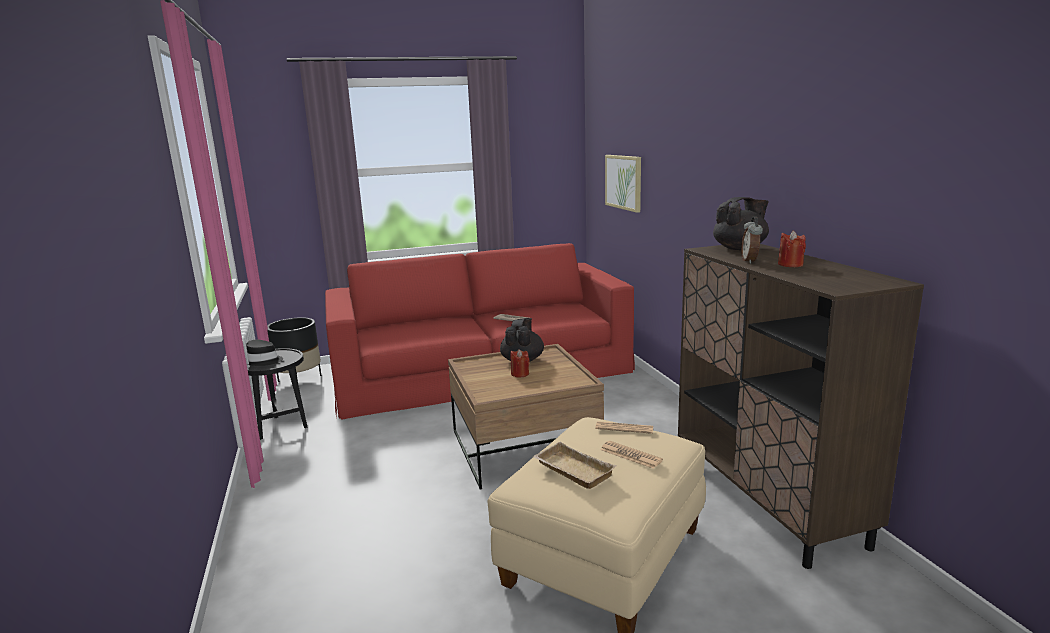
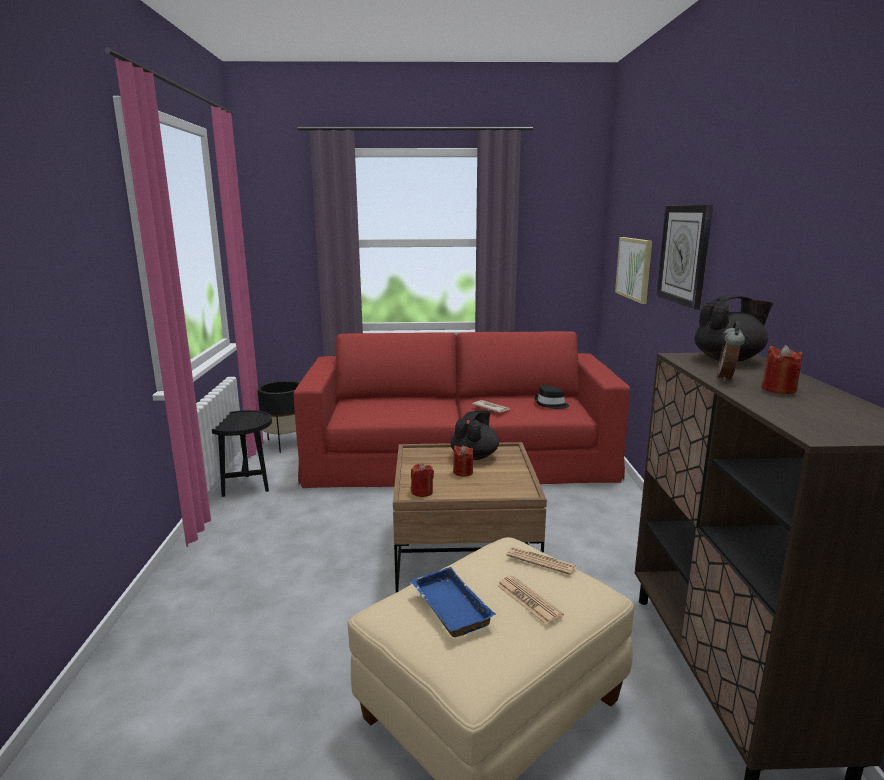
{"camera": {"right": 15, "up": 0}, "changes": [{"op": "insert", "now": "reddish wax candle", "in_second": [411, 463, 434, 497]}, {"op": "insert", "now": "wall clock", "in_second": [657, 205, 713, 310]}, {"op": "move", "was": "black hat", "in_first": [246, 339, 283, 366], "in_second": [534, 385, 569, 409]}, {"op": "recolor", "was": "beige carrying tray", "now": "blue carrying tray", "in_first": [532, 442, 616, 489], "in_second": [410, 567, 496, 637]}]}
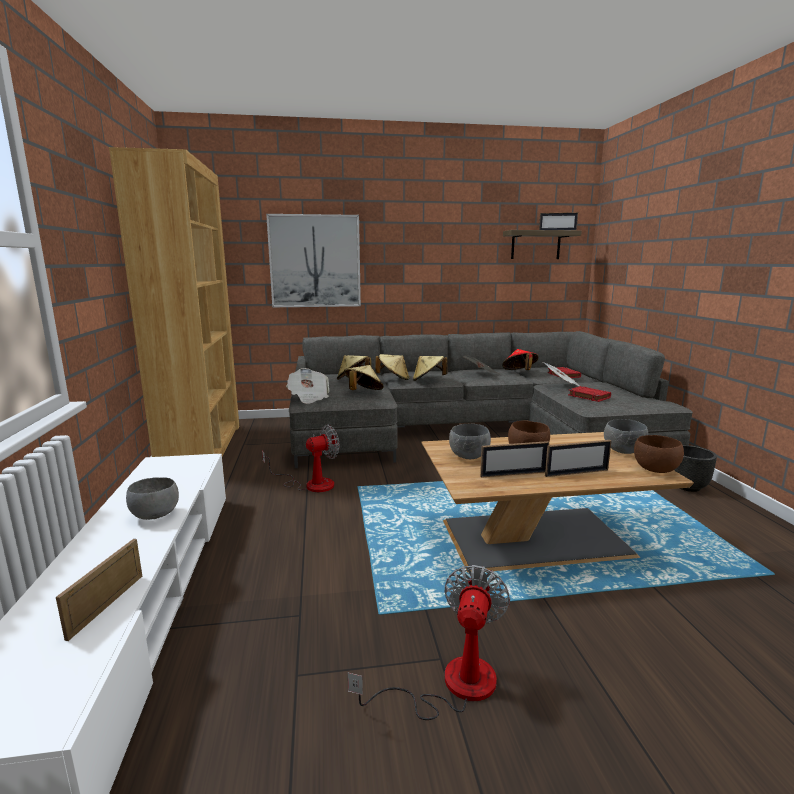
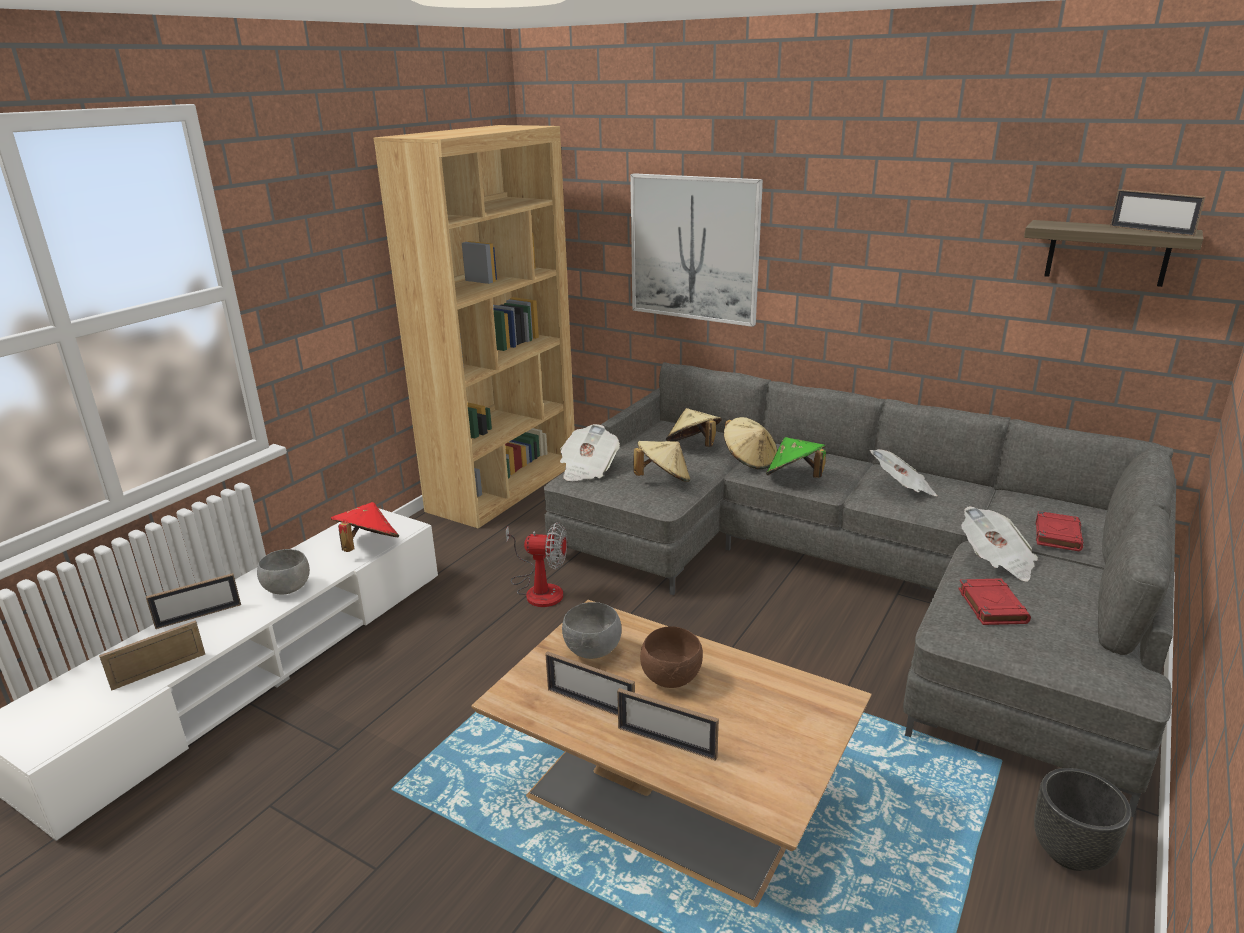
{"camera": {"right": 40, "up": 10}, "changes": [{"op": "delete", "was": "cooling fan", "in_first": [348, 565, 510, 720]}, {"op": "delete", "was": "greyish serving bowl", "in_first": [604, 419, 648, 454]}, {"op": "delete", "was": "brown-coloured serving bowl", "in_first": [634, 435, 684, 473]}, {"op": "insert", "now": "standing frame", "in_second": [146, 573, 241, 629]}, {"op": "move", "was": "reddish hat", "in_first": [502, 349, 538, 370], "in_second": [330, 502, 399, 552]}, {"op": "recolor", "was": "beige hat", "now": "green-coloured hat", "in_first": [413, 356, 448, 381], "in_second": [766, 437, 826, 478]}]}
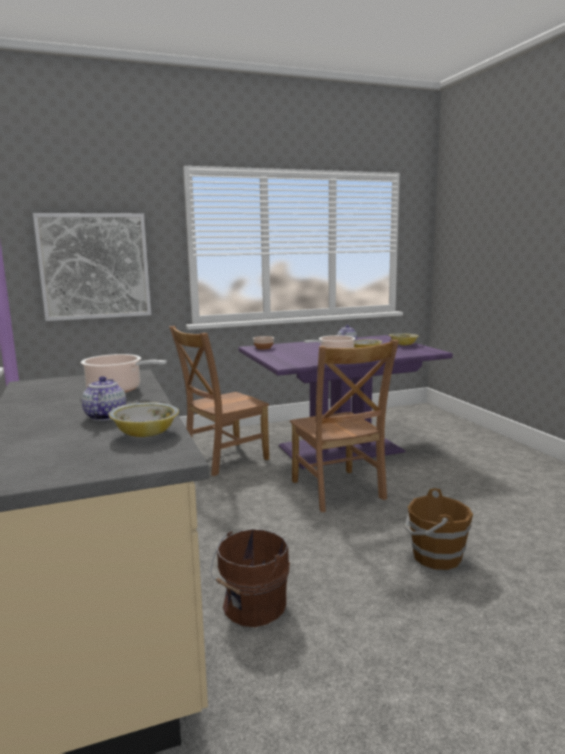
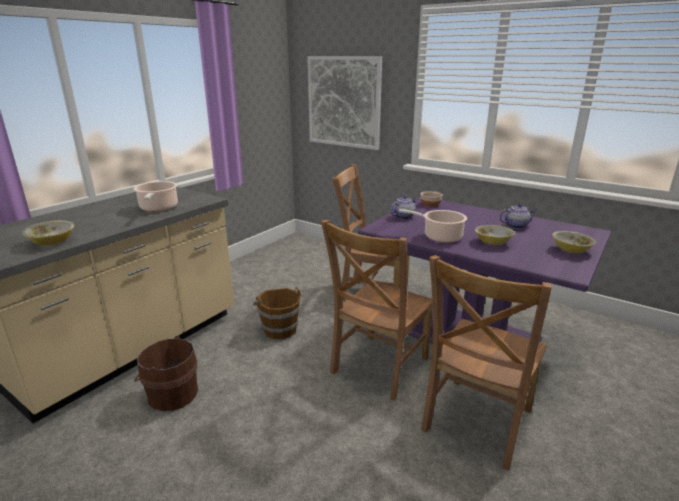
{"camera": {"right": 55, "up": 10}, "changes": [{"op": "insert", "now": "brown-coloured plain chair", "in_second": [421, 255, 552, 470]}, {"op": "move", "was": "tea pot", "in_first": [81, 376, 126, 421], "in_second": [390, 196, 417, 220]}, {"op": "move", "was": "brown-coloured water bucket", "in_first": [405, 488, 473, 570], "in_second": [253, 287, 301, 339]}]}
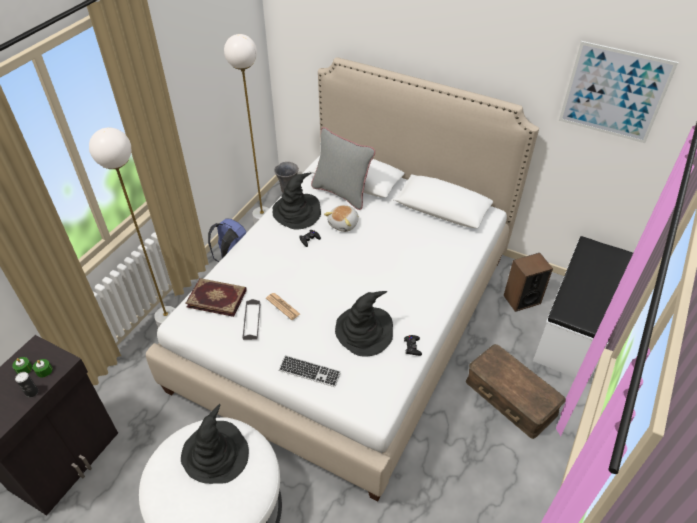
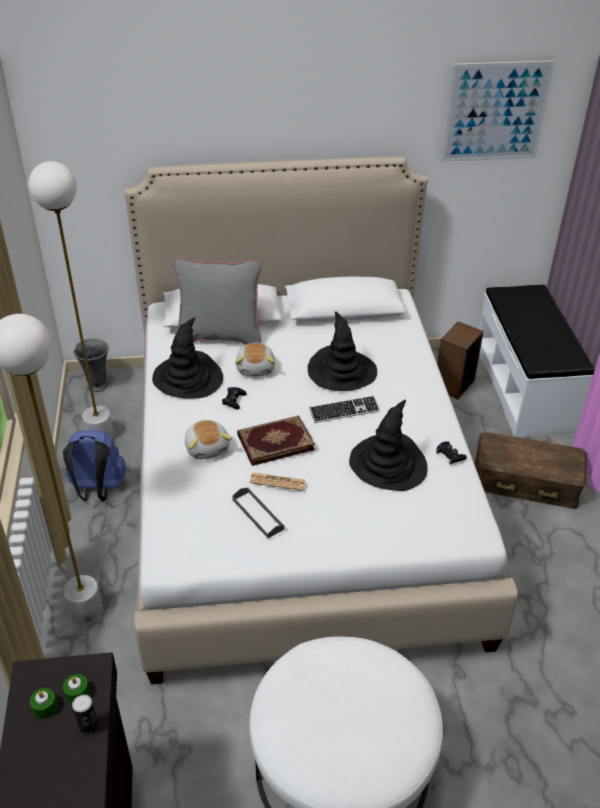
{"camera": {"right": -35, "up": -5}, "changes": [{"op": "insert", "now": "cuddly toy", "in_second": [185, 420, 232, 459]}, {"op": "move", "was": "black hat", "in_first": [181, 404, 249, 484], "in_second": [308, 311, 377, 391]}, {"op": "move", "was": "bound book", "in_first": [185, 278, 247, 317], "in_second": [237, 415, 315, 466]}, {"op": "move", "was": "computer keyboard", "in_first": [279, 355, 341, 387], "in_second": [309, 395, 380, 423]}]}
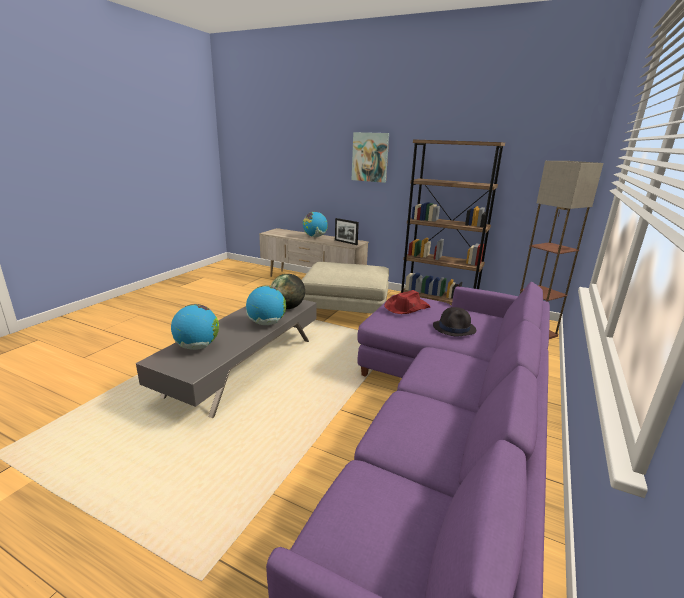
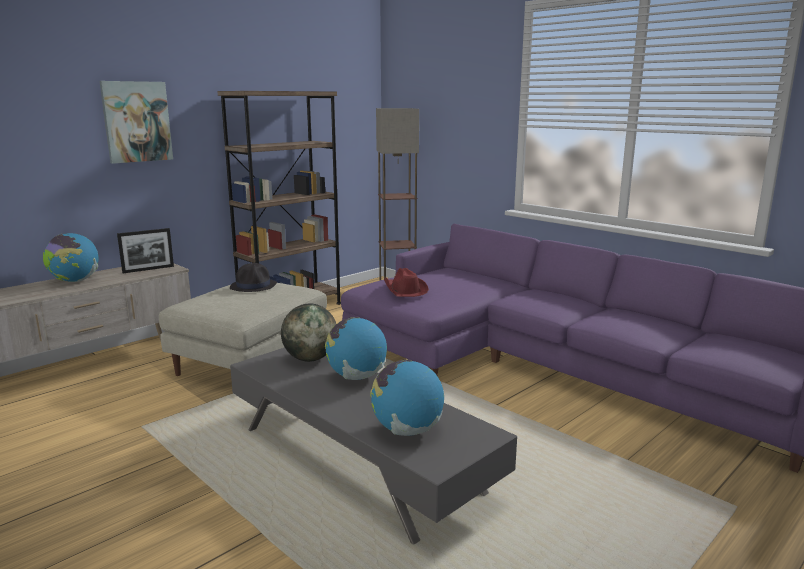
{"camera": {"right": -70, "up": -5}, "changes": [{"op": "move", "was": "black hat", "in_first": [433, 307, 476, 336], "in_second": [230, 263, 277, 292]}]}
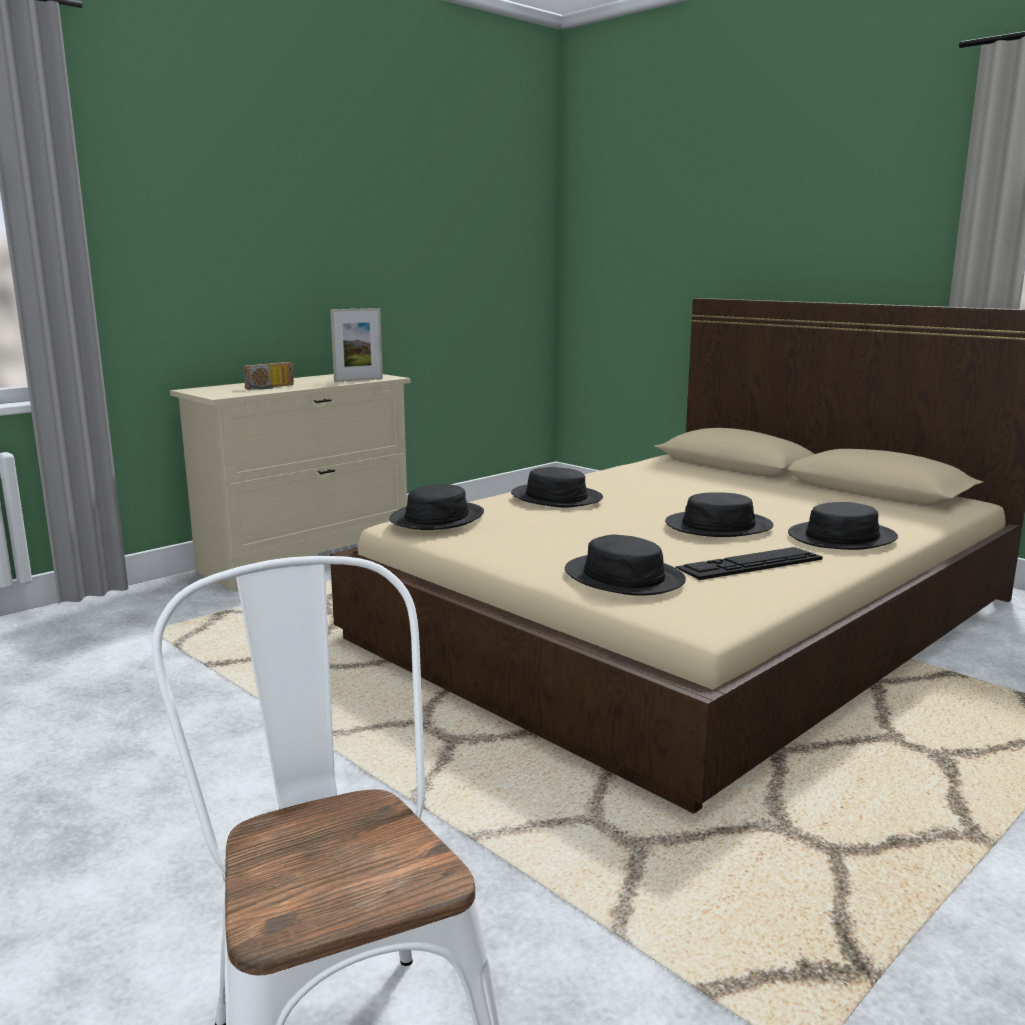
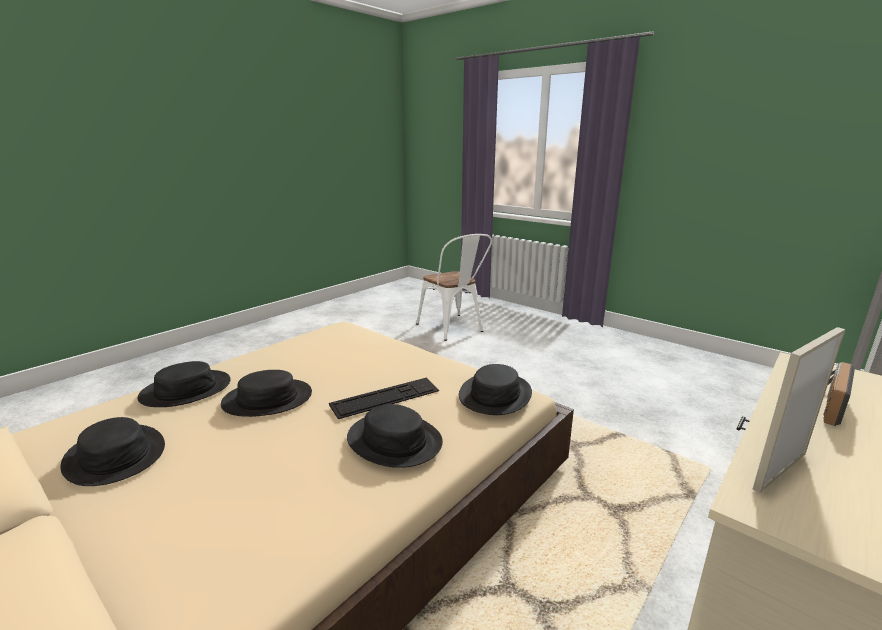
{"camera": {"right": 175, "up": 5}, "changes": [{"op": "move", "was": "black hat", "in_first": [565, 535, 686, 596], "in_second": [60, 417, 165, 486]}, {"op": "move", "was": "computer keyboard", "in_first": [675, 547, 823, 580], "in_second": [329, 378, 439, 419]}]}
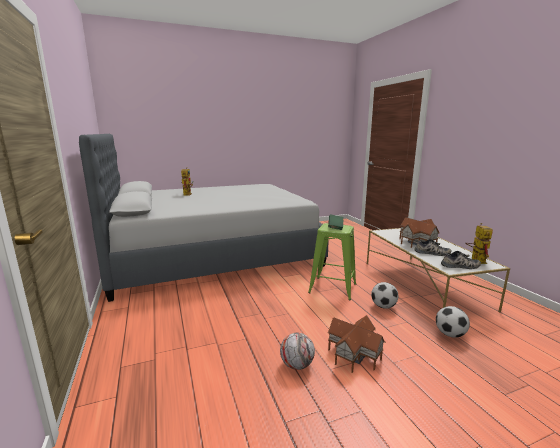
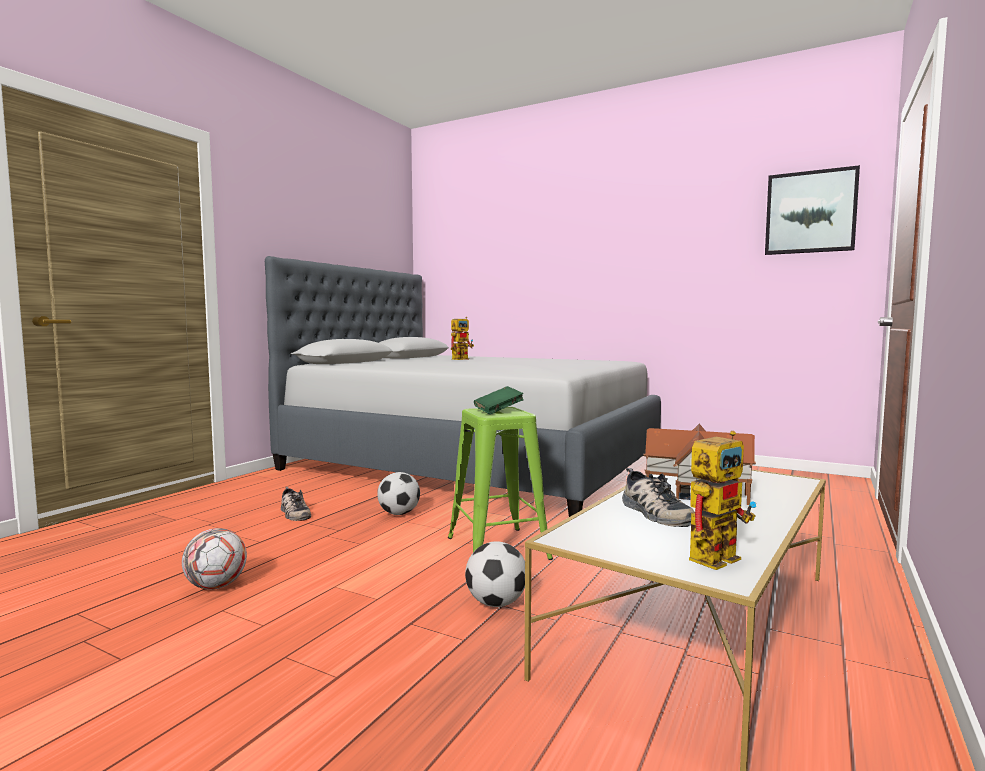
{"camera": {"right": 50, "up": -10}, "changes": [{"op": "delete", "was": "toy house", "in_first": [328, 315, 385, 373]}, {"op": "insert", "now": "wall art", "in_second": [765, 165, 860, 255]}, {"op": "move", "was": "football", "in_first": [436, 306, 470, 338], "in_second": [377, 472, 420, 515]}, {"op": "move", "was": "item of footwear", "in_first": [441, 251, 481, 269], "in_second": [281, 487, 311, 521]}]}
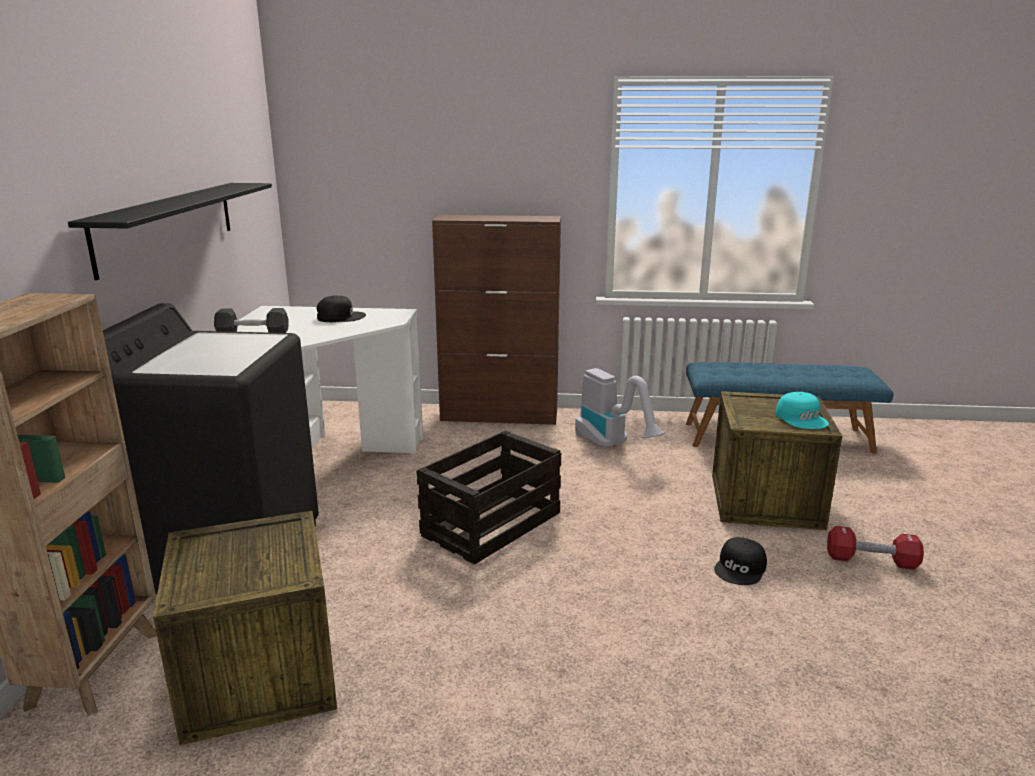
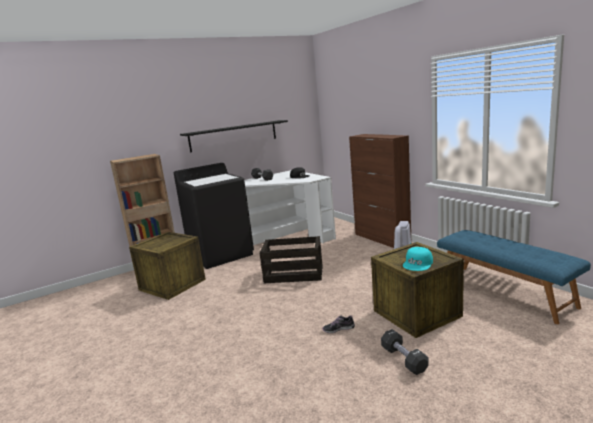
{"camera": {"right": 55, "up": -5}, "changes": [{"op": "replace", "was": "black baseball cap", "now": "item of footwear", "in_first": [714, 537, 767, 585], "in_second": [322, 316, 355, 333]}, {"op": "recolor", "was": "reddish dumbbell", "now": "black dumbbell", "in_first": [827, 526, 924, 570], "in_second": [381, 329, 429, 375]}]}
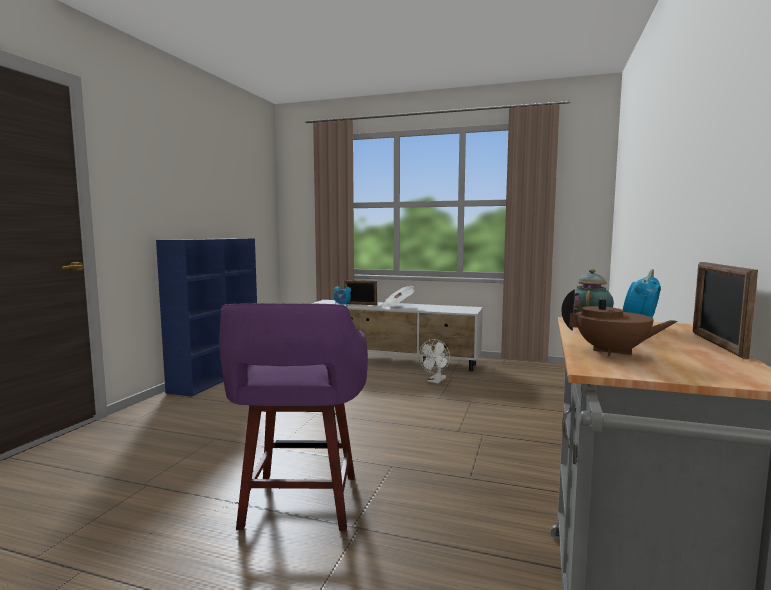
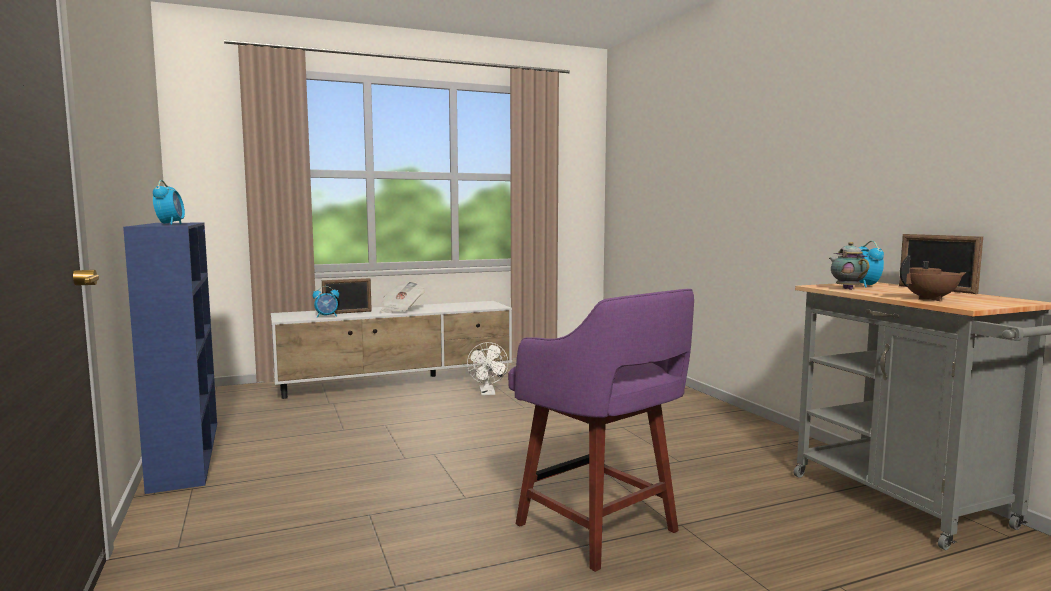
{"camera": {"right": -40, "up": 0}, "changes": [{"op": "insert", "now": "bedside clock", "in_second": [153, 180, 185, 225]}]}
